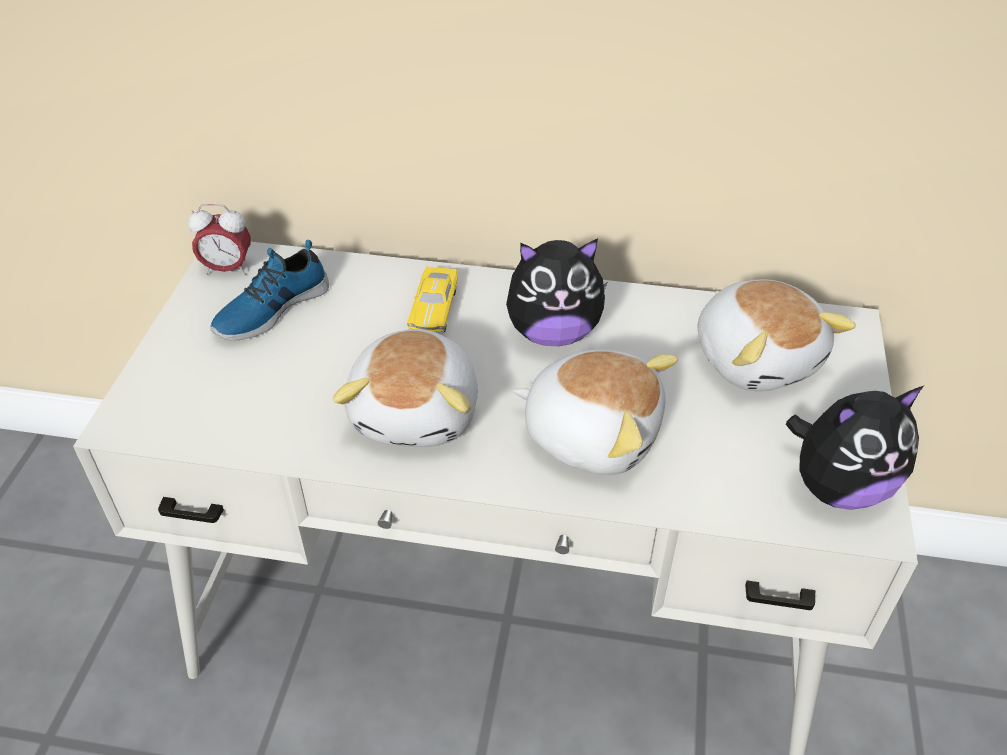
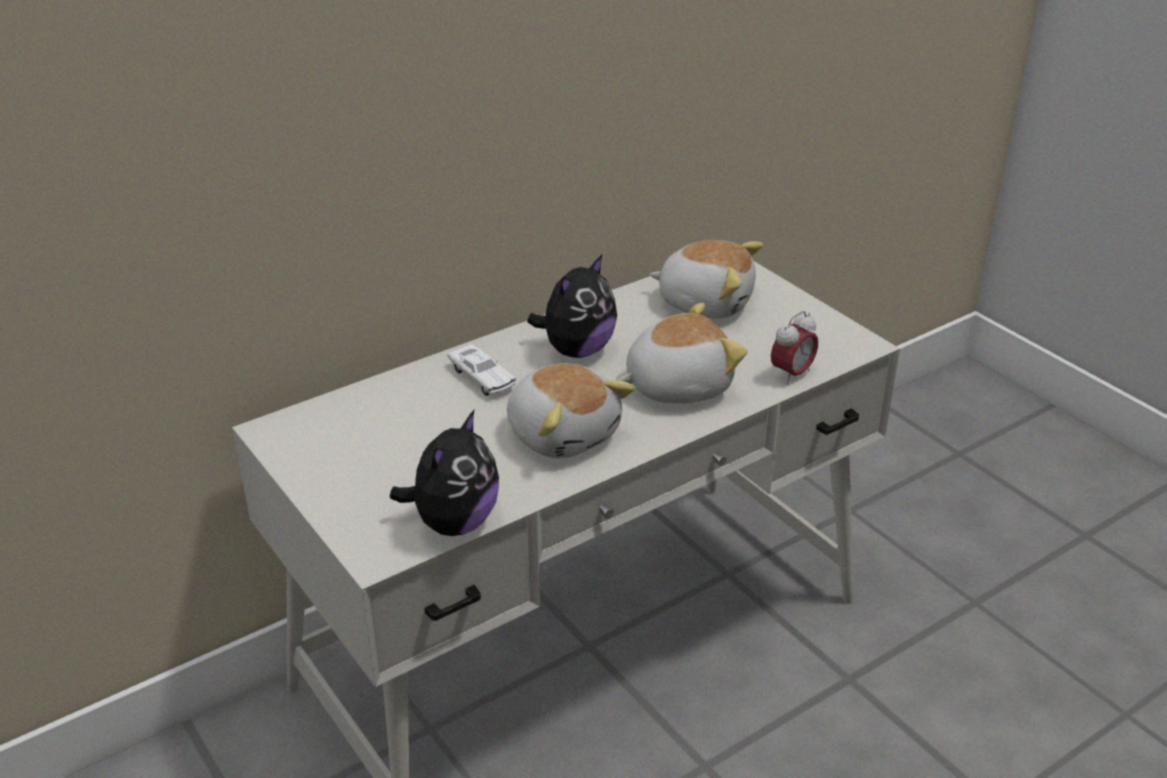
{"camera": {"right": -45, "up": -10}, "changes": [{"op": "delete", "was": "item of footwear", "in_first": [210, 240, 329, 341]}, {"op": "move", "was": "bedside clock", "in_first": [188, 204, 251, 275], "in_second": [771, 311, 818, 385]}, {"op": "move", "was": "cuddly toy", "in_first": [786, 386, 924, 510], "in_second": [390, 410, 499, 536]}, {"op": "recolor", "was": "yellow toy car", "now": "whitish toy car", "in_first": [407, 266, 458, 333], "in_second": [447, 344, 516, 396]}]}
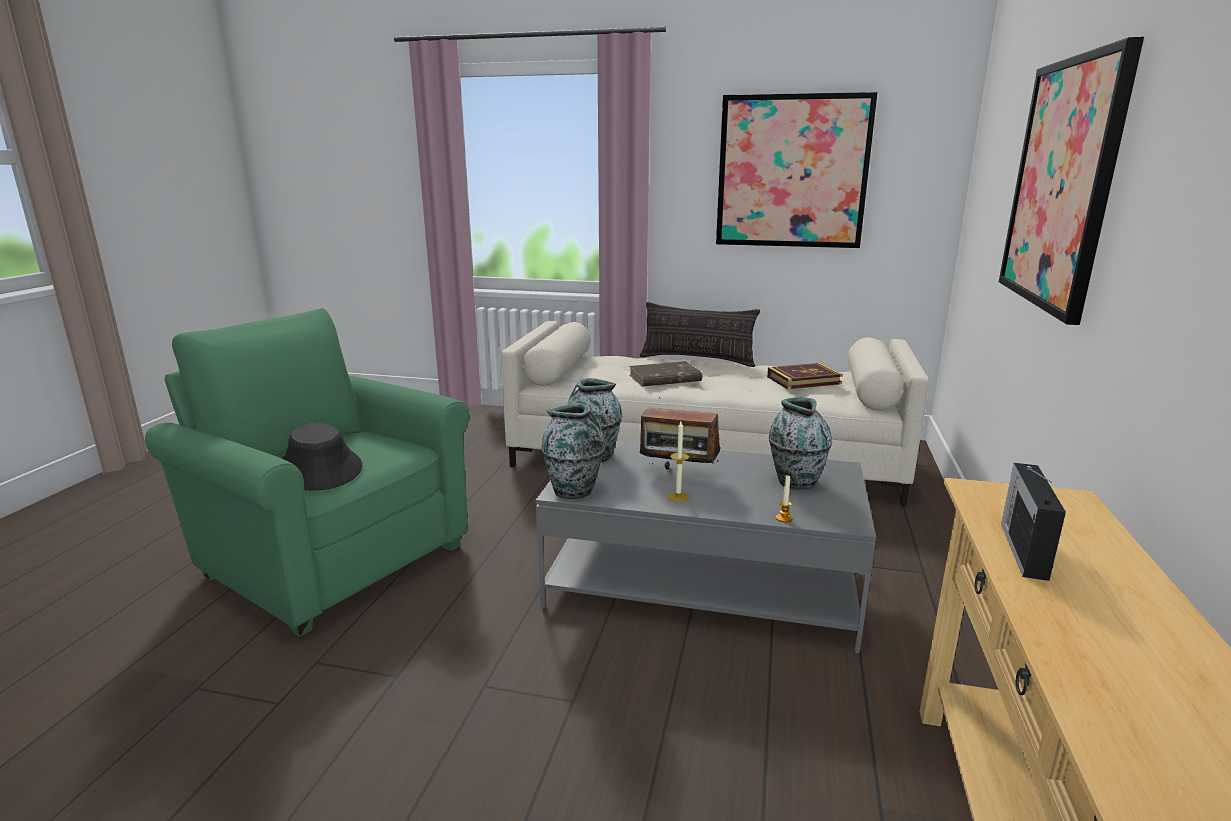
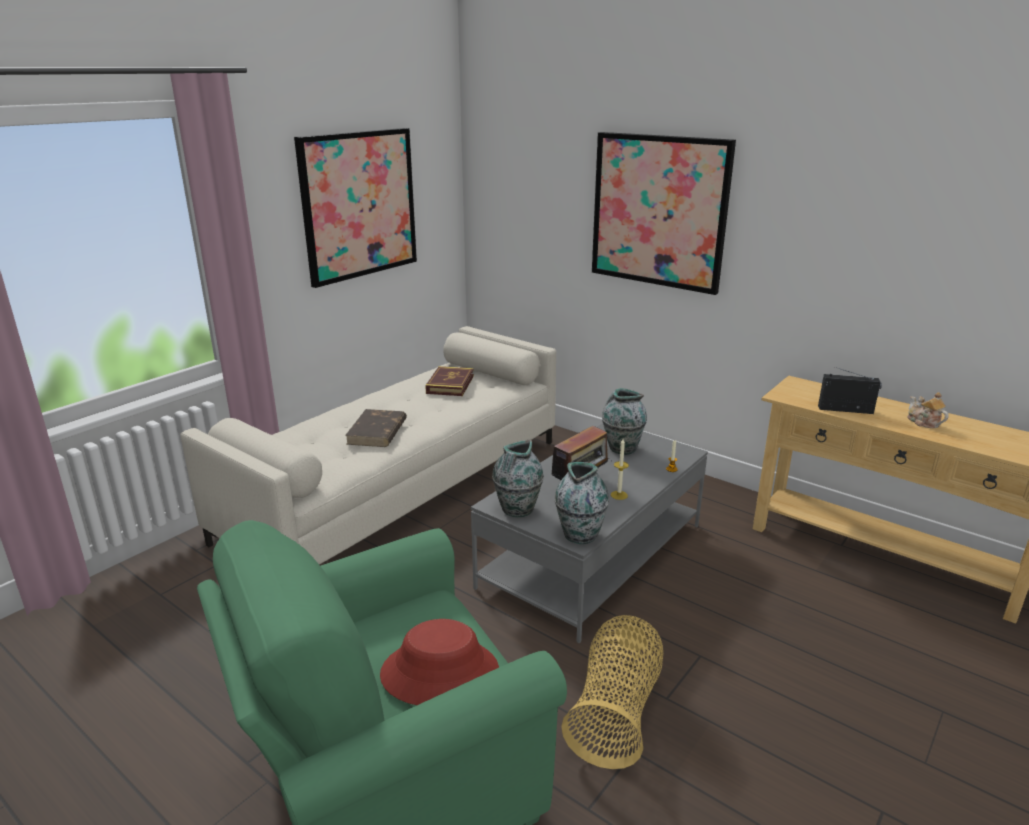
{"camera": {"right": -65, "up": 5}, "changes": [{"op": "delete", "was": "throw pillow", "in_first": [640, 302, 760, 367]}, {"op": "insert", "now": "storage basket", "in_second": [561, 615, 663, 769]}, {"op": "insert", "now": "tea pot", "in_second": [907, 392, 949, 428]}, {"op": "recolor", "was": "black hat", "now": "reddish hat", "in_first": [282, 423, 362, 491], "in_second": [380, 619, 499, 705]}, {"op": "rotate", "was": "radio set", "in_first": [1001, 463, 1066, 581], "in_second": [818, 367, 882, 414], "clockwise": 150}]}
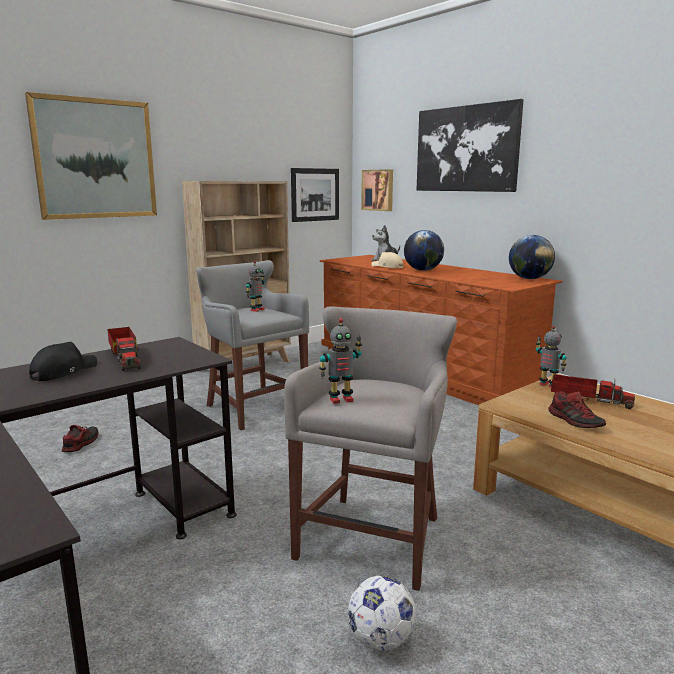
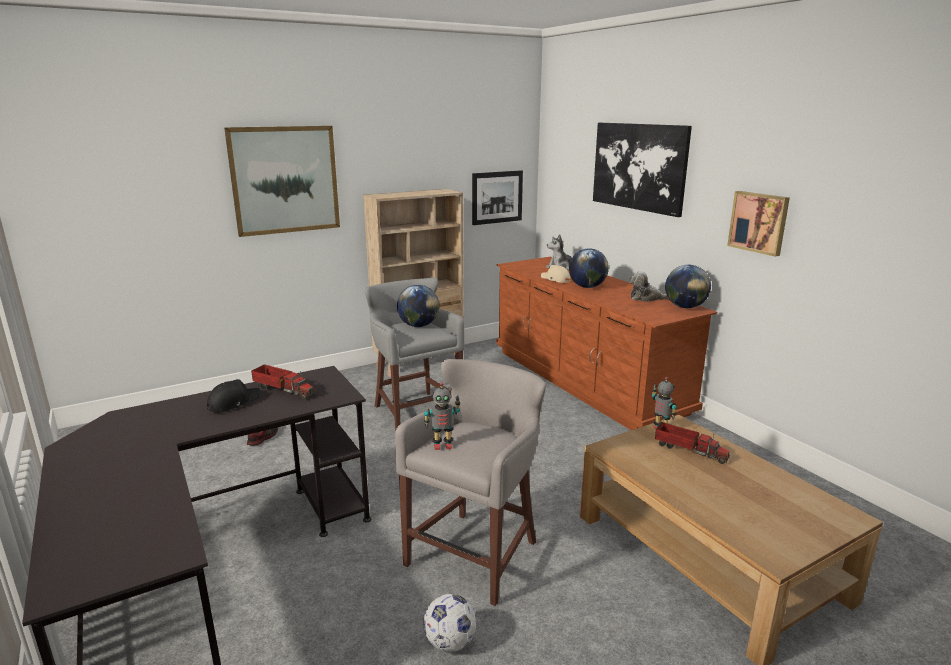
{"camera": {"right": 10, "up": 5}, "changes": [{"op": "delete", "was": "item of footwear", "in_first": [549, 392, 606, 428]}, {"op": "insert", "now": "cuddly toy", "in_second": [630, 271, 668, 302]}, {"op": "move", "was": "wall art", "in_first": [361, 169, 393, 211], "in_second": [727, 191, 790, 257]}, {"op": "replace", "was": "toy robot", "now": "desk globe", "in_first": [246, 261, 265, 312], "in_second": [397, 285, 439, 327]}, {"op": "rotate", "was": "toy truck", "in_first": [107, 327, 141, 371], "in_second": [251, 364, 316, 400], "clockwise": -45}]}
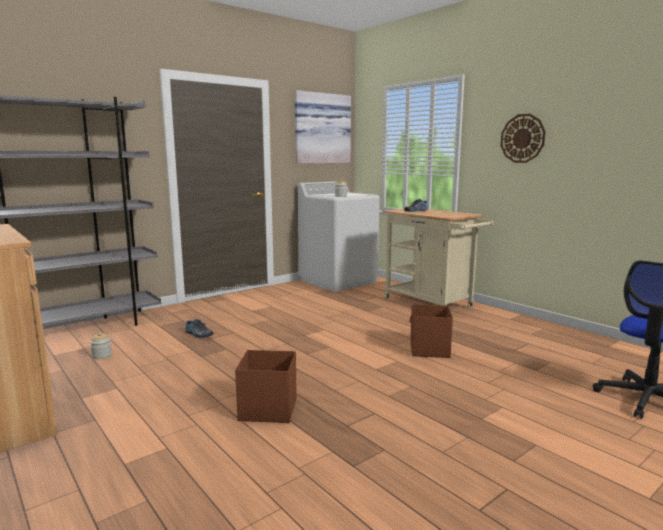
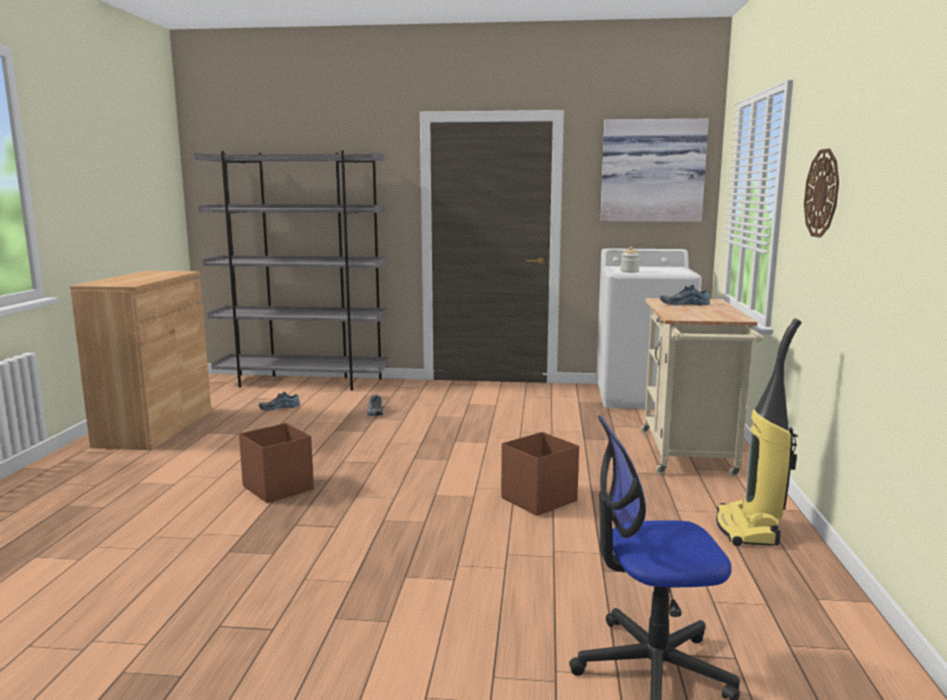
{"camera": {"right": 45, "up": 0}, "changes": [{"op": "insert", "now": "vacuum", "in_second": [716, 318, 802, 546]}, {"op": "replace", "was": "storage jar", "now": "item of footwear", "in_first": [90, 332, 112, 359], "in_second": [259, 392, 300, 411]}]}
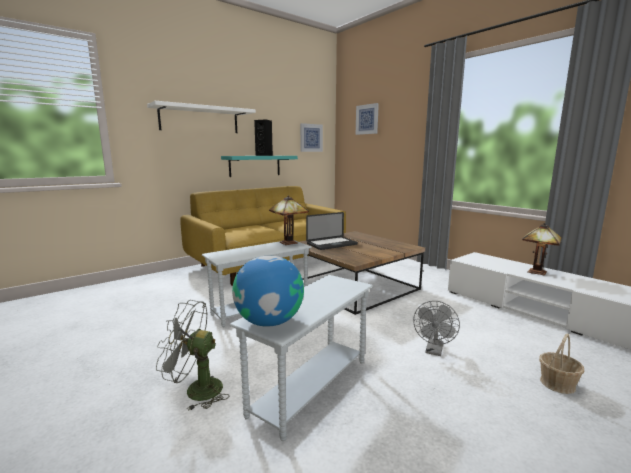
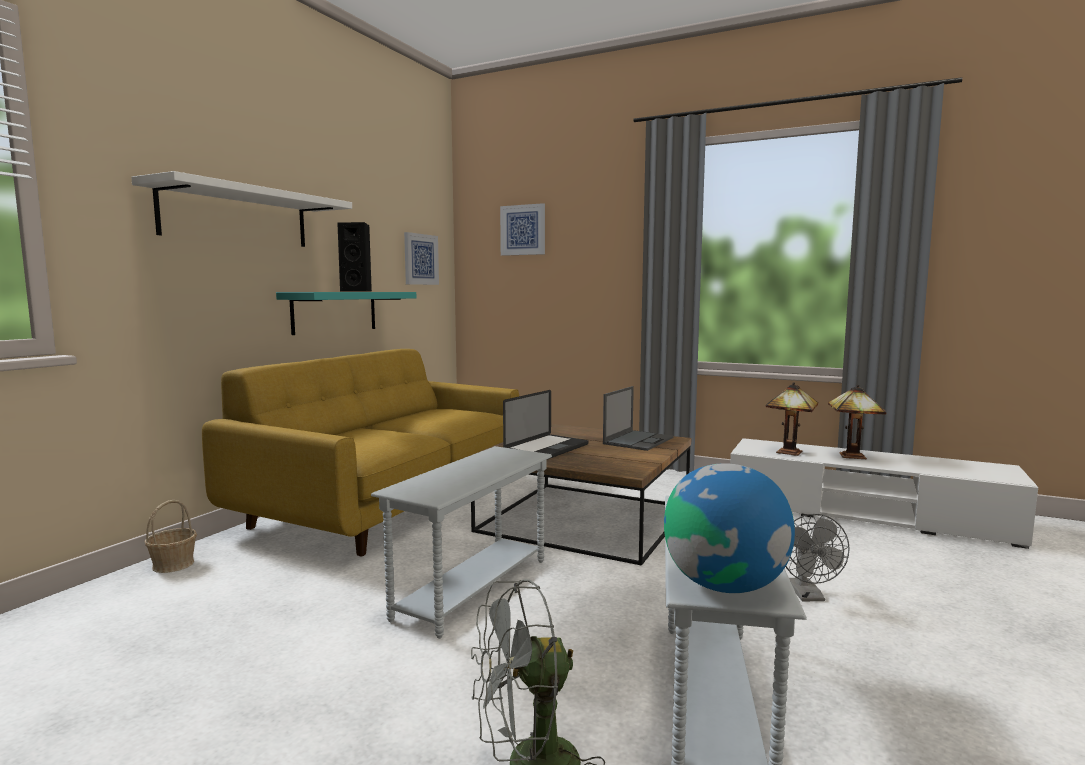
{"camera": {"right": -25, "up": -5}, "changes": [{"op": "insert", "now": "notebook computer", "in_second": [603, 386, 673, 451]}, {"op": "move", "was": "lamp for a table", "in_first": [269, 195, 309, 245], "in_second": [766, 382, 818, 456]}, {"op": "move", "was": "storage basket", "in_first": [539, 333, 584, 394], "in_second": [145, 500, 197, 573]}]}
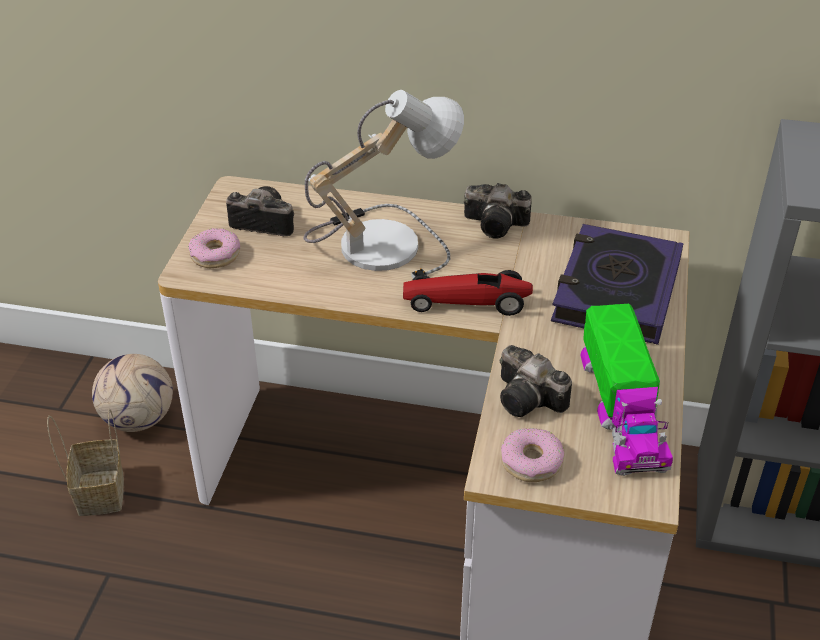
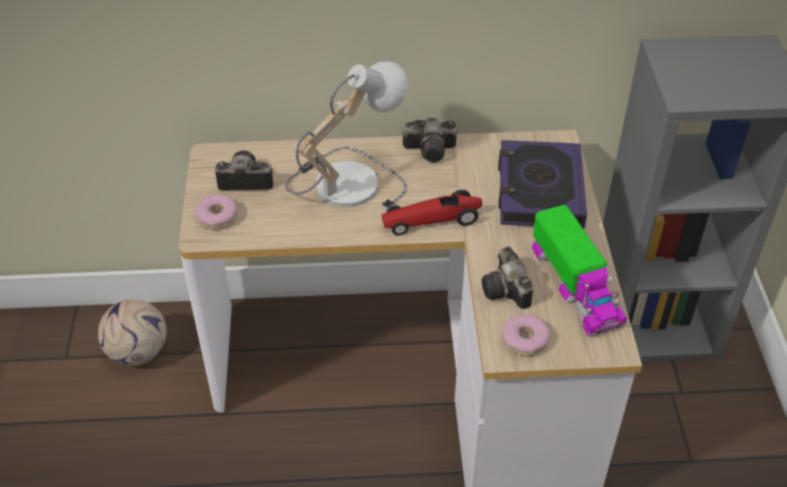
{"camera": {"right": -15, "up": 5}, "changes": [{"op": "delete", "was": "storage basket", "in_first": [47, 409, 124, 516]}, {"op": "rotate", "was": "photo camera", "in_first": [500, 345, 572, 417], "in_second": [482, 246, 533, 309], "clockwise": 45}]}
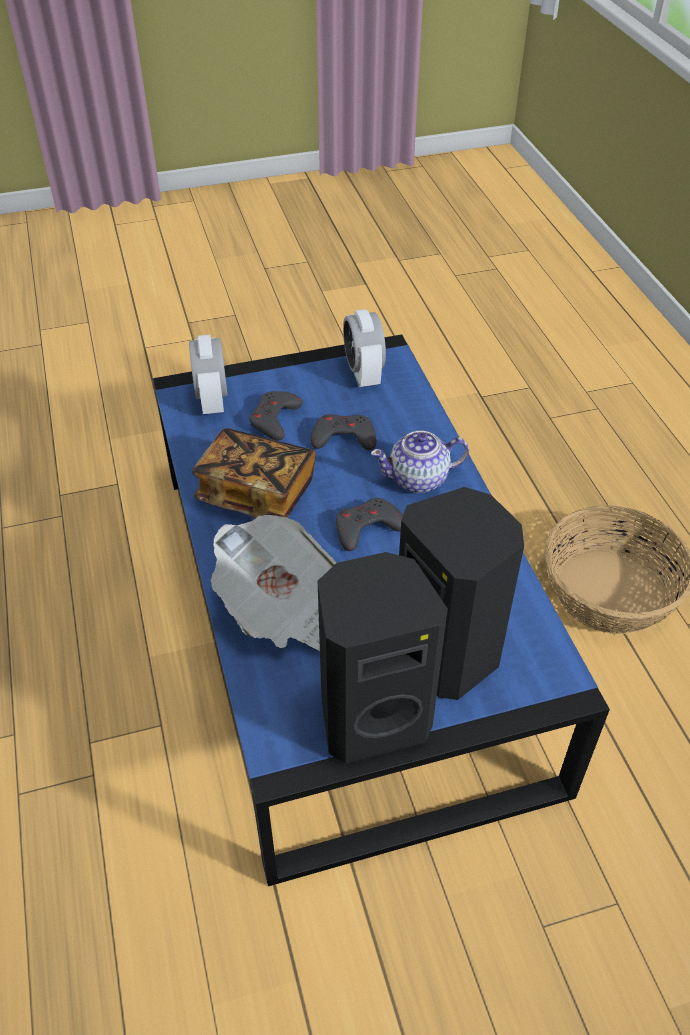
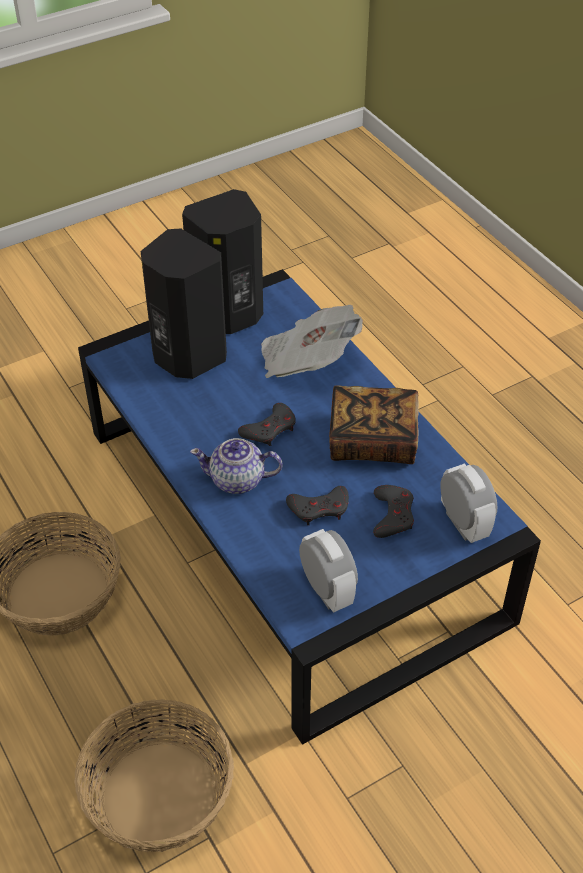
{"camera": {"right": 165, "up": 0}, "changes": [{"op": "insert", "now": "storage basket", "in_second": [74, 699, 234, 852]}, {"op": "rotate", "was": "tea pot", "in_first": [371, 431, 469, 493], "in_second": [190, 438, 282, 494], "clockwise": -150}]}
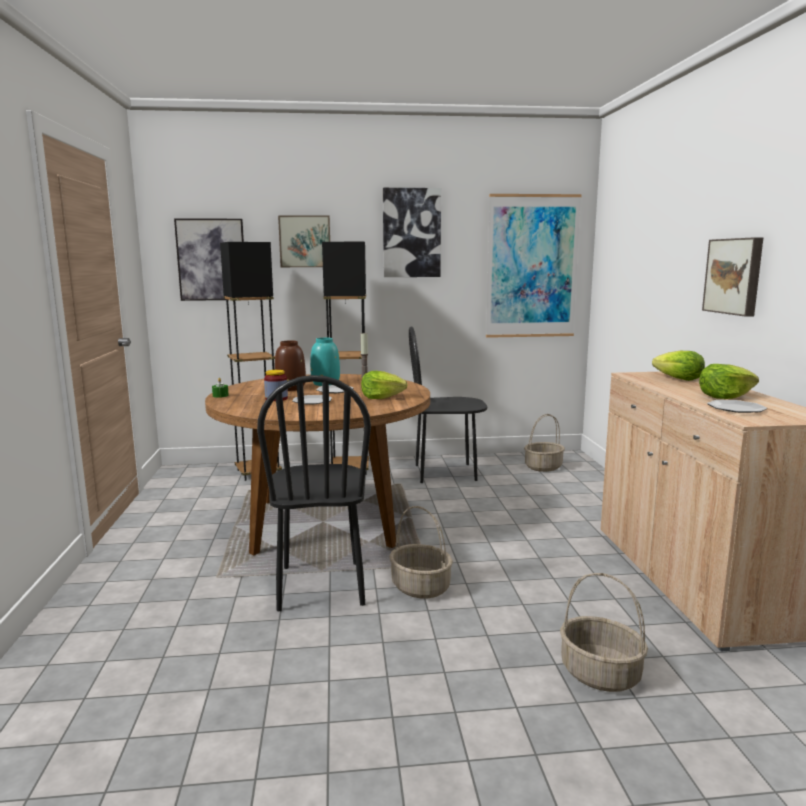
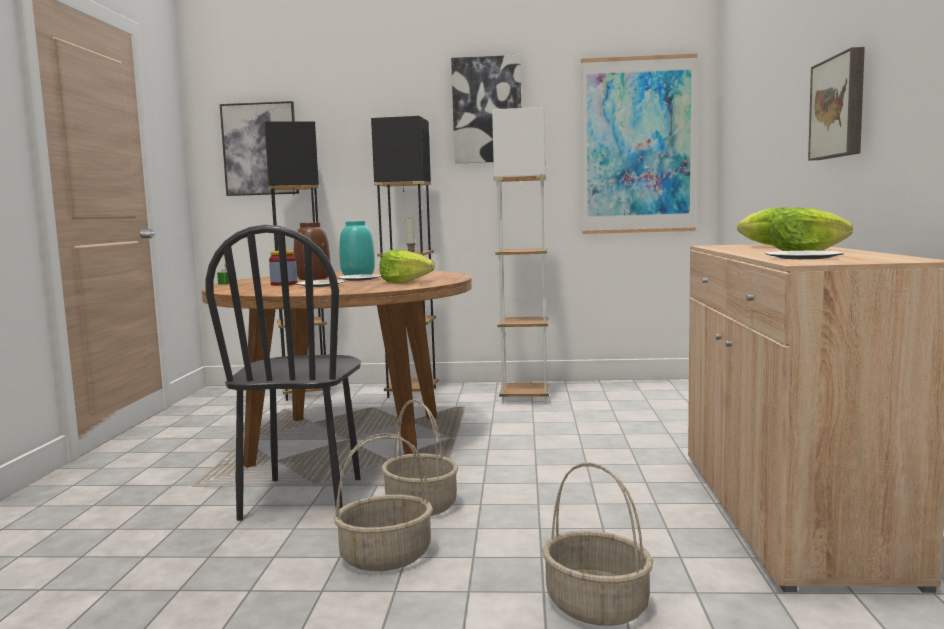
{"camera": {"right": 10, "up": -5}, "changes": [{"op": "delete", "was": "wall art", "in_first": [278, 216, 330, 267]}, {"op": "move", "was": "storage basket", "in_first": [524, 414, 565, 472], "in_second": [334, 433, 433, 571]}, {"op": "replace", "was": "black plain chair", "now": "whitish standard lamp", "in_first": [409, 326, 487, 483], "in_second": [492, 107, 549, 404]}]}
